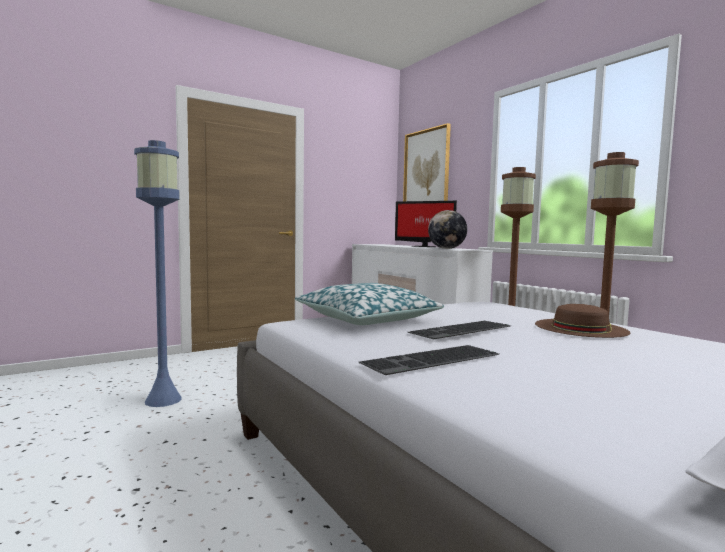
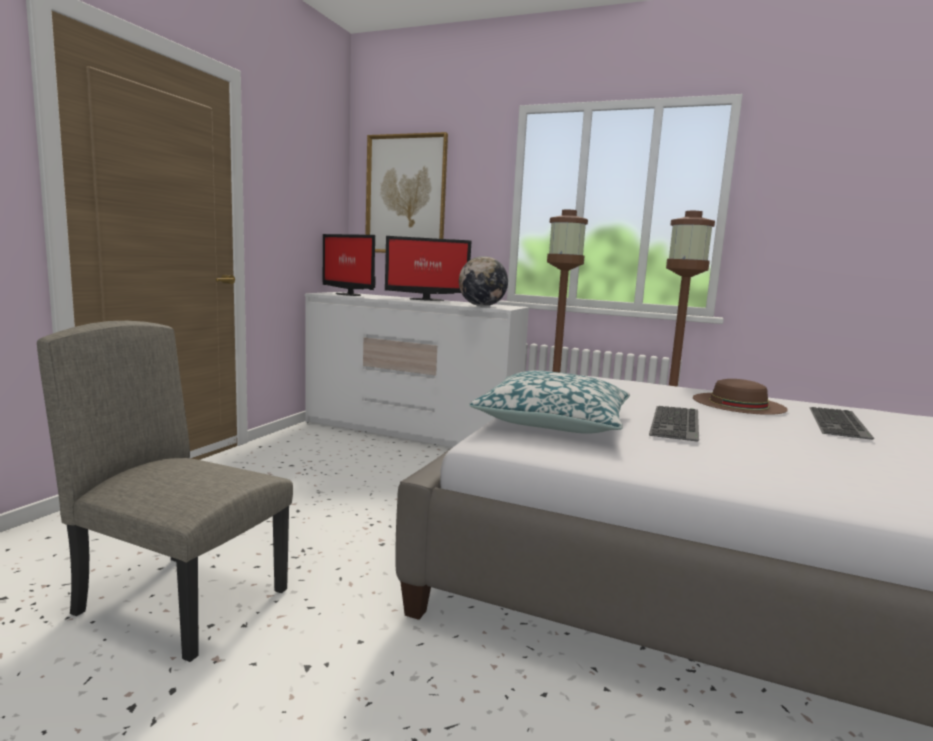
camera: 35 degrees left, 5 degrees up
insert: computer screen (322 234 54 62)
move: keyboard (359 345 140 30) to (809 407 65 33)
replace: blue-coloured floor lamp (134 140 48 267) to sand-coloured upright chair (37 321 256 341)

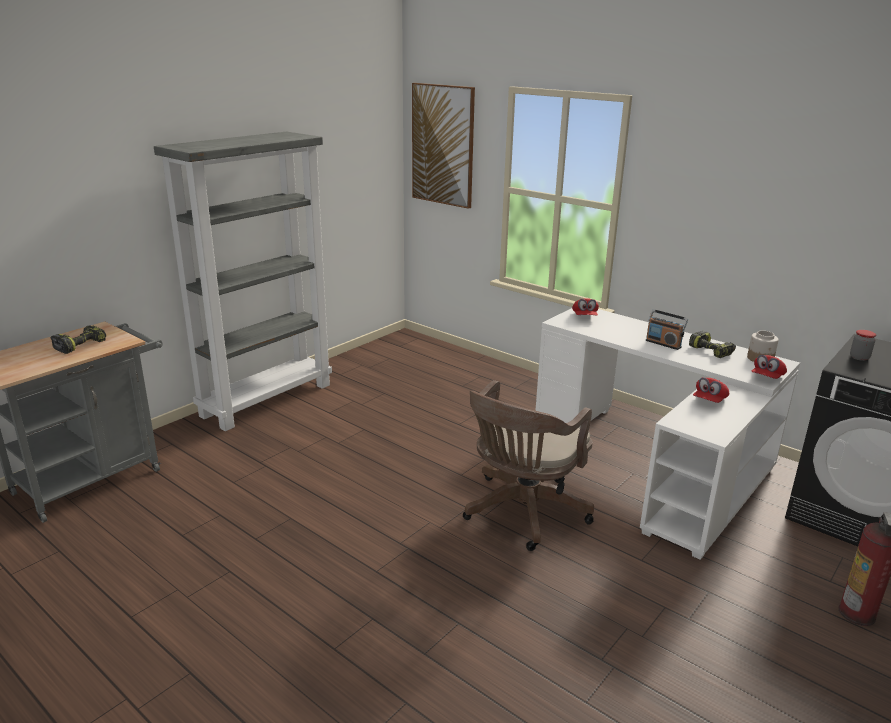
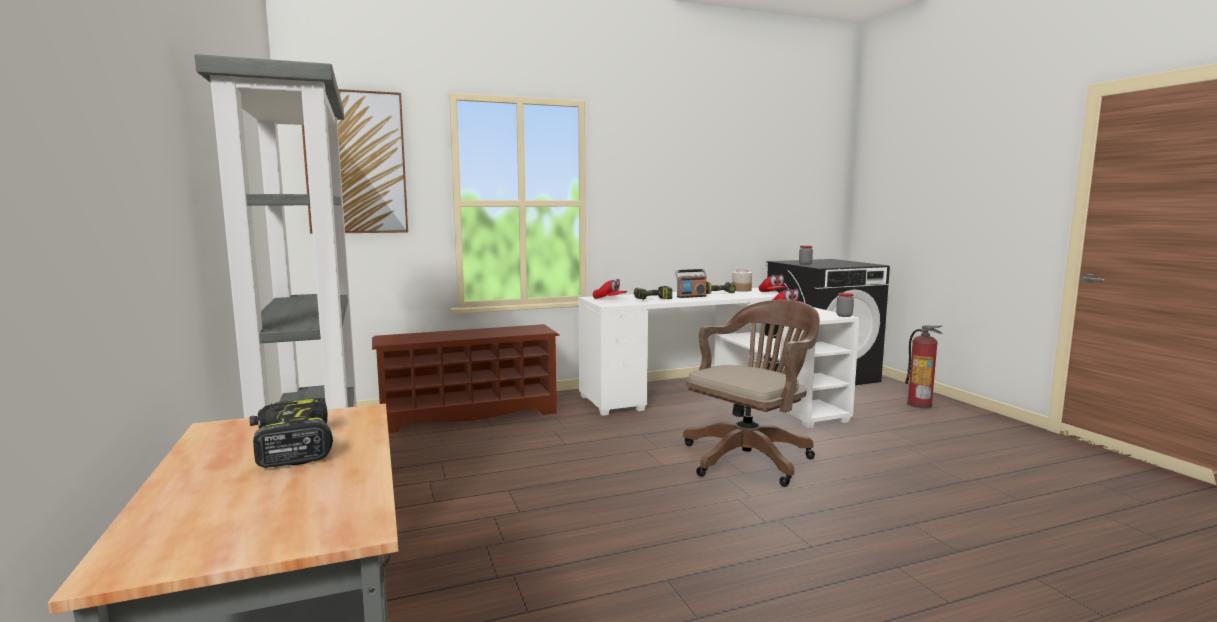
camera: 60 degrees left, 15 degrees down
insert: drill (634 286 39 14); jar (836 293 18 24); brownish shoe shelf (372 324 188 109)
rotate: brownish office chair (463 380 131 171) = (683 300 137 187) 105 degrees counterclockwise

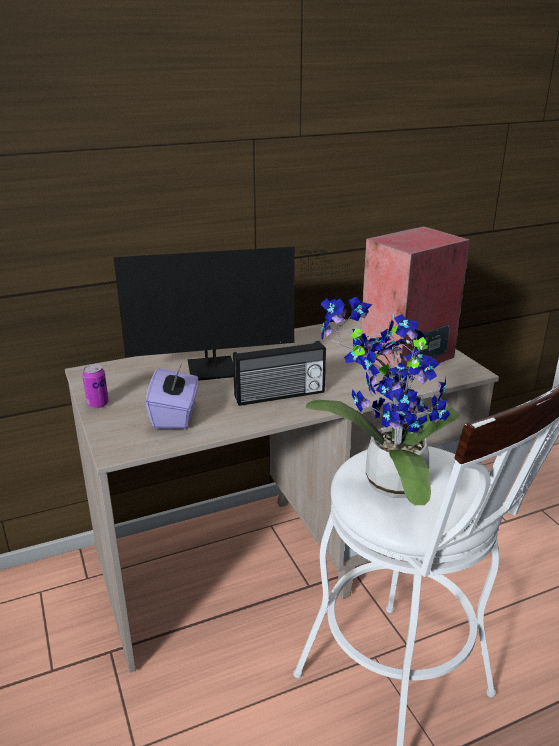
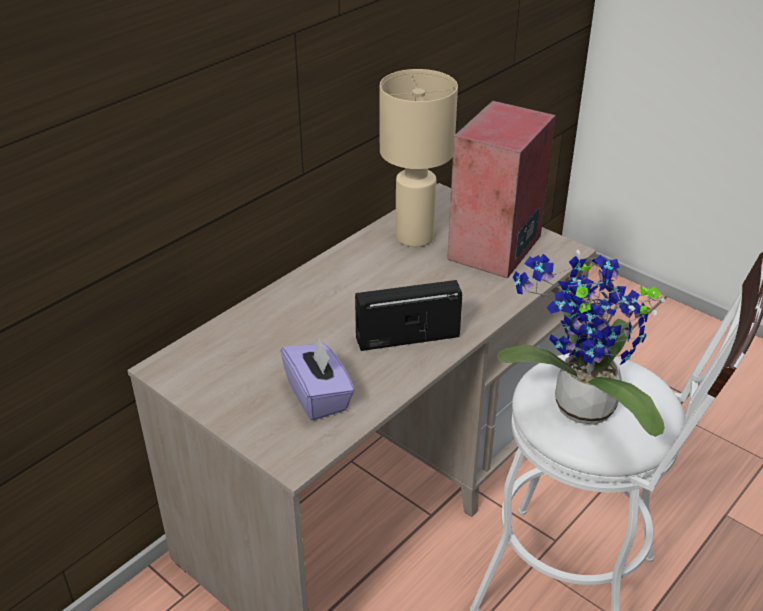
camera: 25 degrees left, 10 degrees up
delete: computer screen (114 247 232 134); sealed can (82 364 27 44)
insert: sand-coloured table lamp (380 69 78 178)
rotate: radio set (233 341 93 65) = (355 280 107 71) 150 degrees counterclockwise

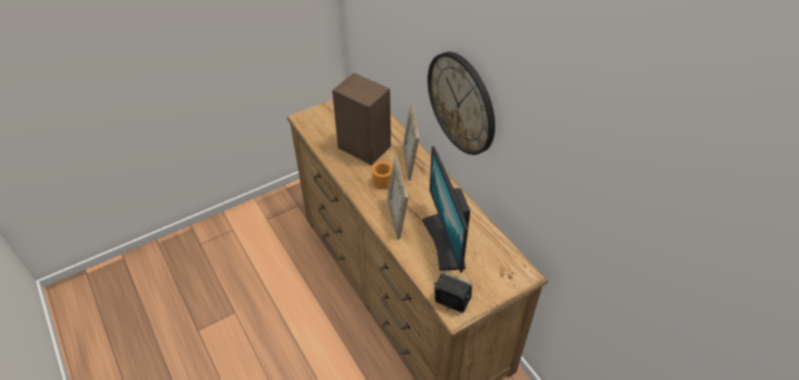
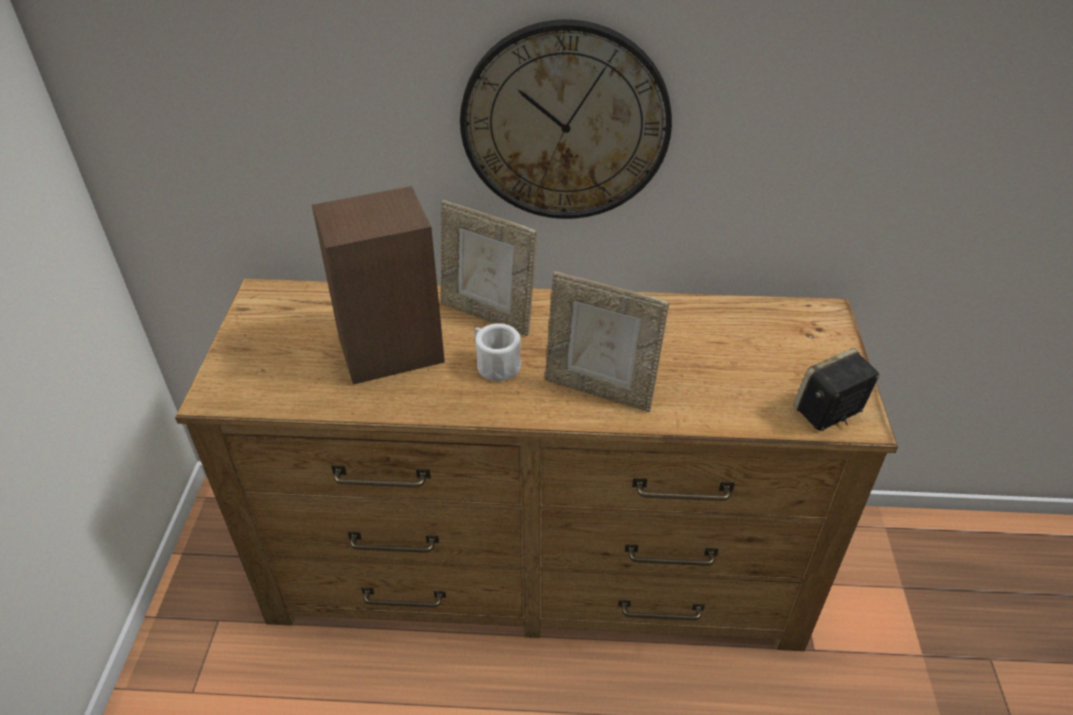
camera: 55 degrees left, 5 degrees down
delete: computer screen (422 146 48 127)
recolor: orange coffee mug (372 160 20 29) to whitish coffee mug (475 323 46 58)

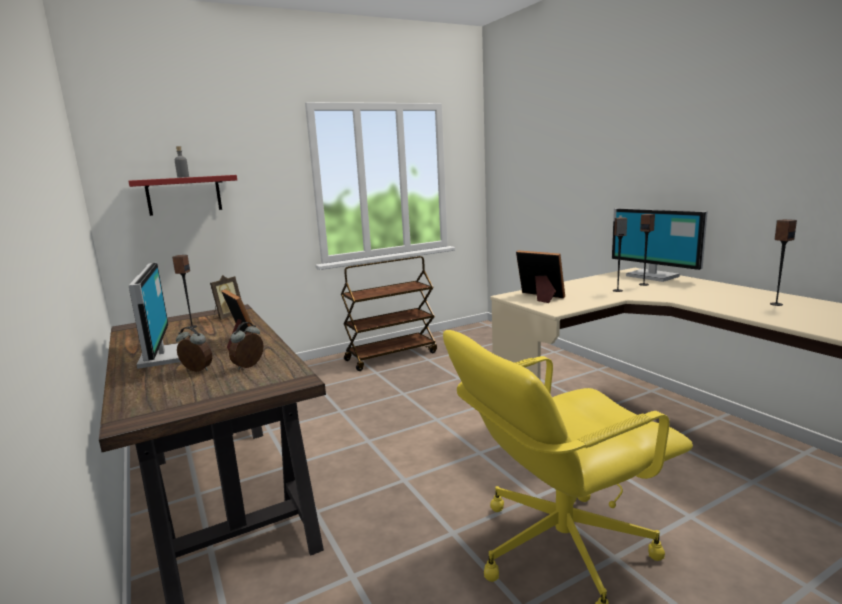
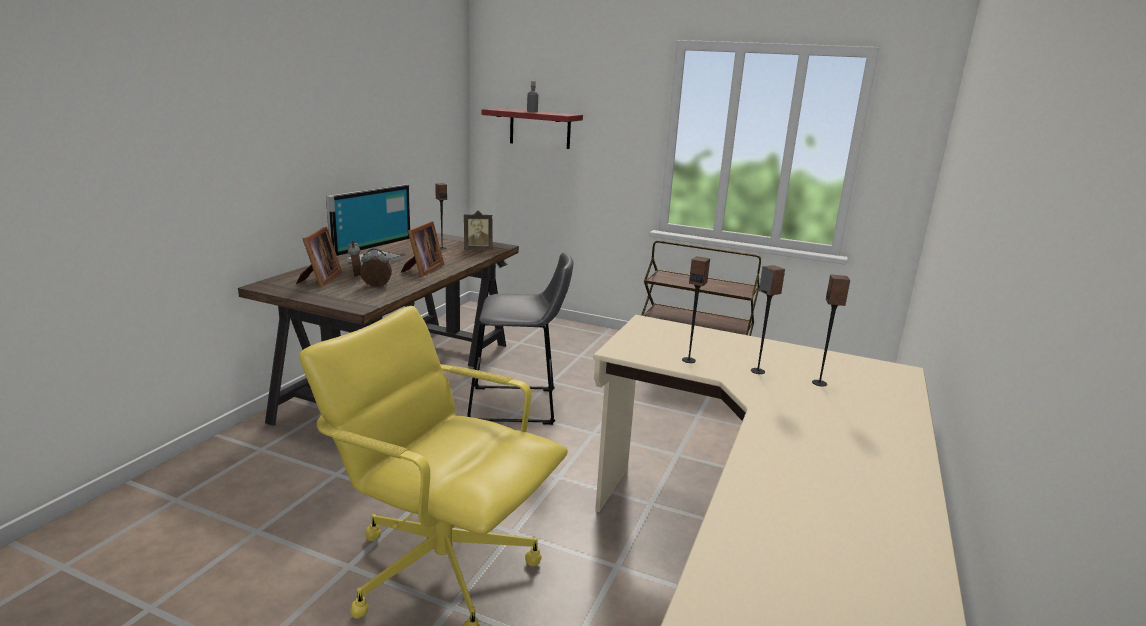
camera: 50 degrees right, 5 degrees up
delete: computer screen (612 208 96 74)
insert: greyish stool (467 252 107 173)
move: audio speaker (770 219 27 87) to (682 256 28 107); picture frame (516 250 49 53) to (296 227 46 60)

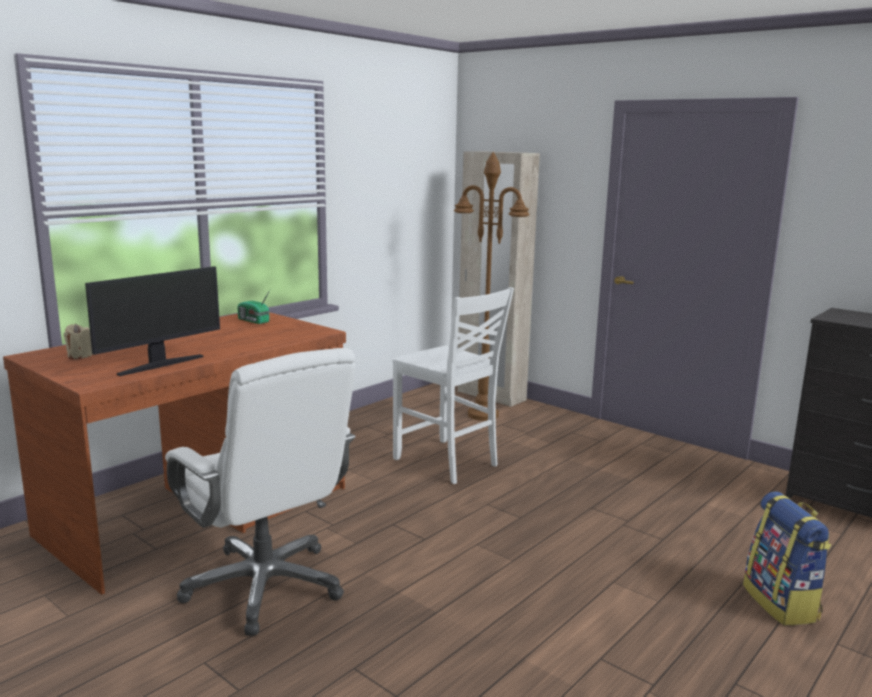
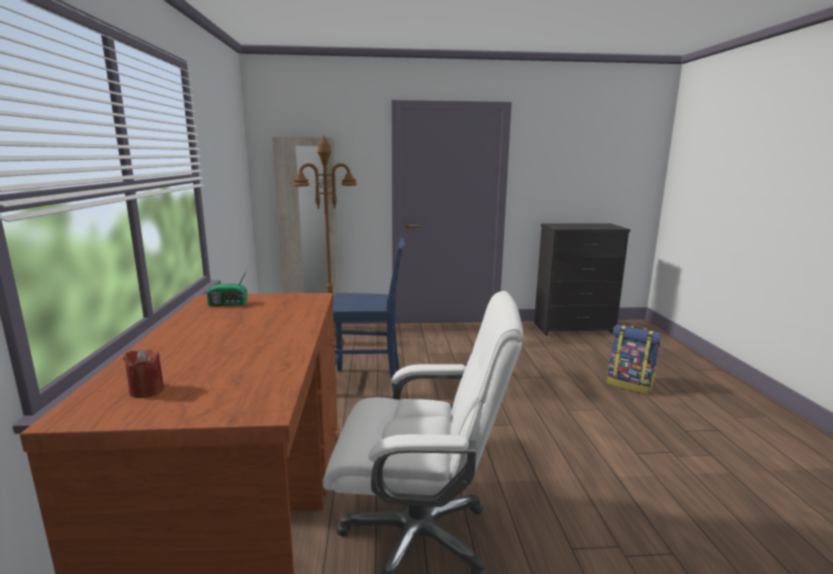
camera: 45 degrees left, 0 degrees up
delete: computer screen (85 266 135 110)
recolor: whitish upright chair (392 287 122 197) to blue-coloured upright chair (333 236 72 157); sand-coloured candle (64 324 29 35) to red-coloured candle (123 349 41 49)

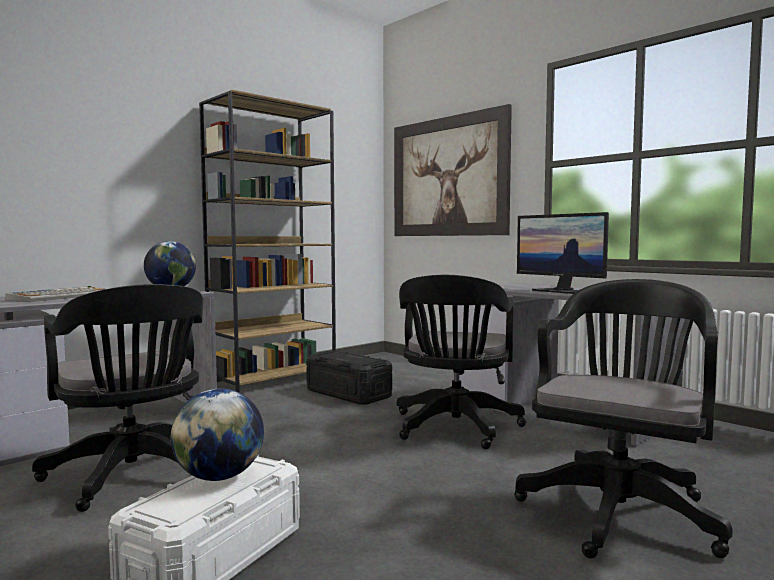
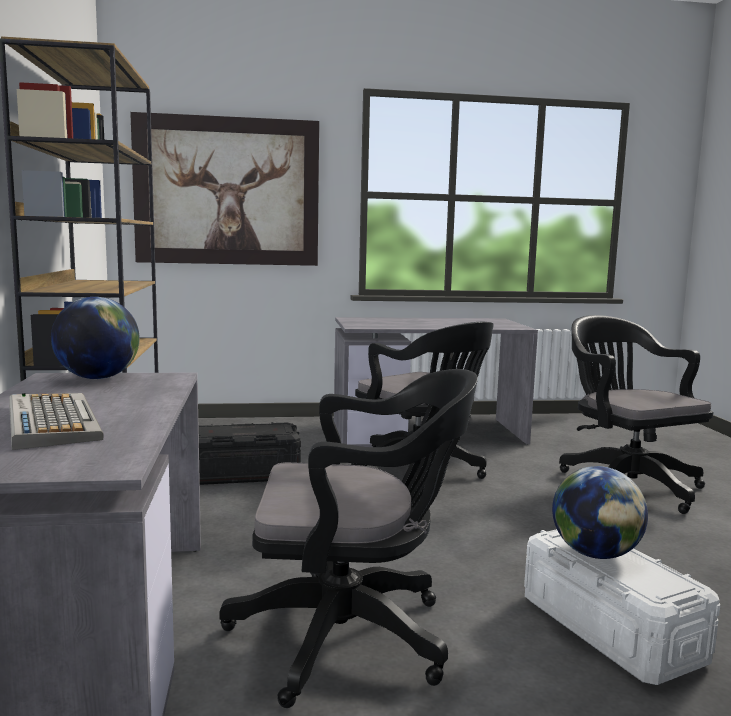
camera: 55 degrees left, 5 degrees up
delete: computer screen (517 212 92 82)

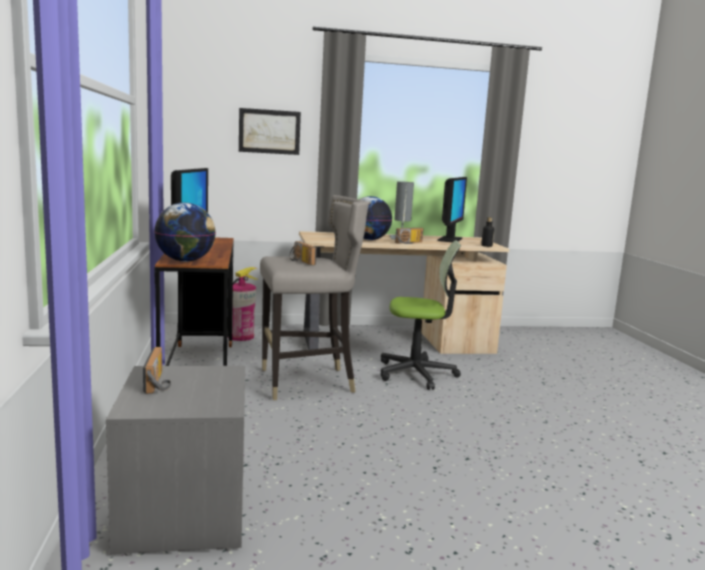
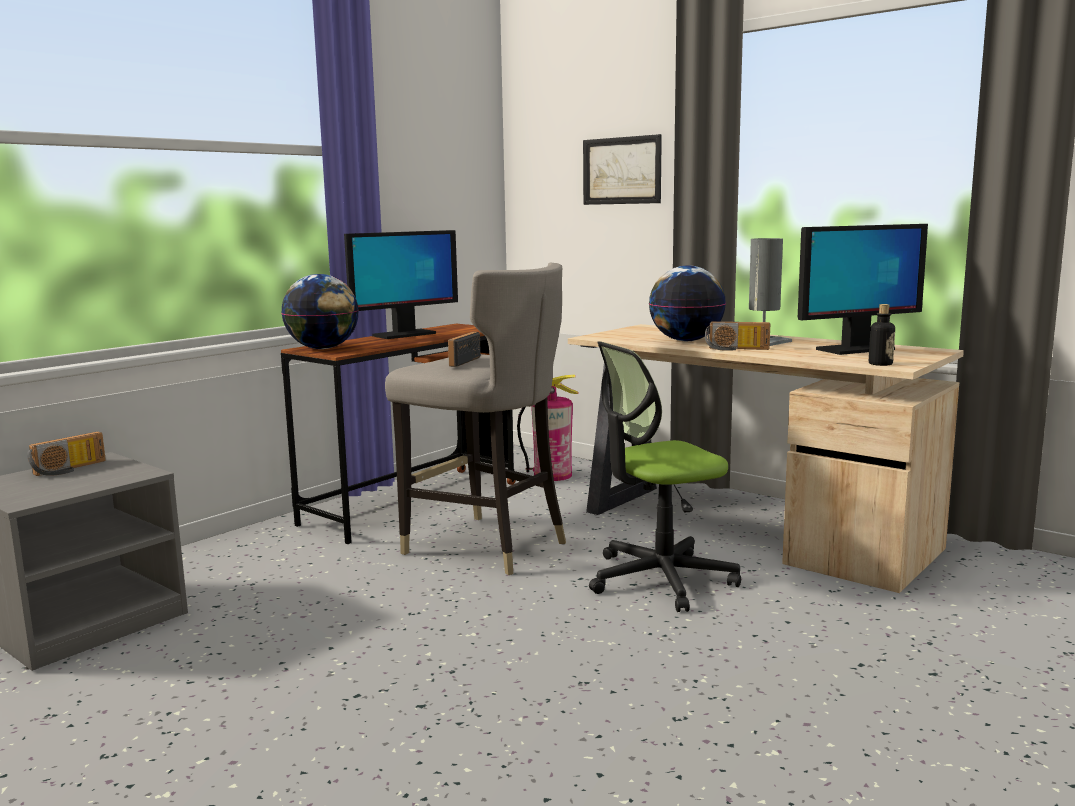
camera: 50 degrees right, 0 degrees up
rotate: office chair (381 240 80 150) = (589 341 152 271) 105 degrees clockwise

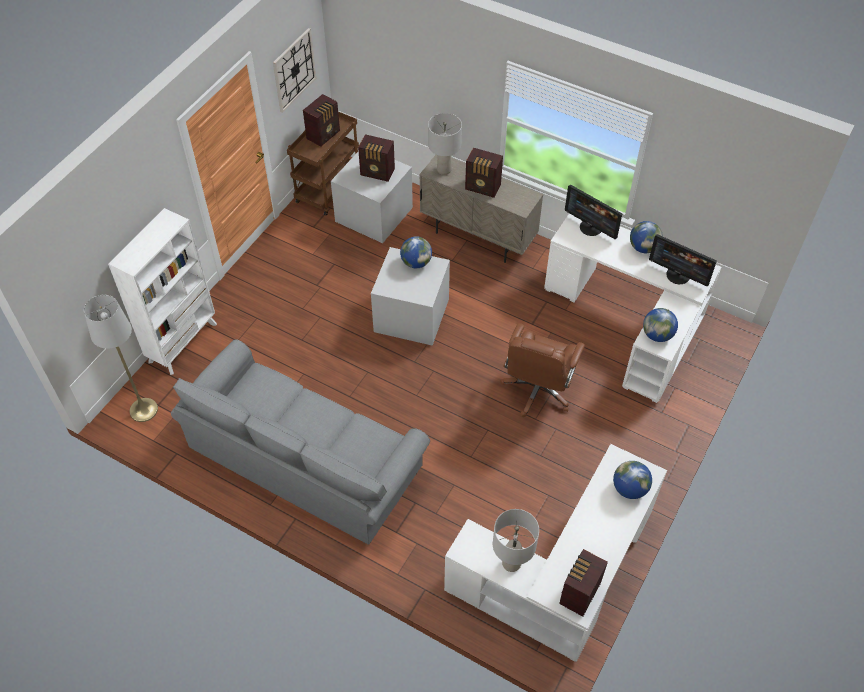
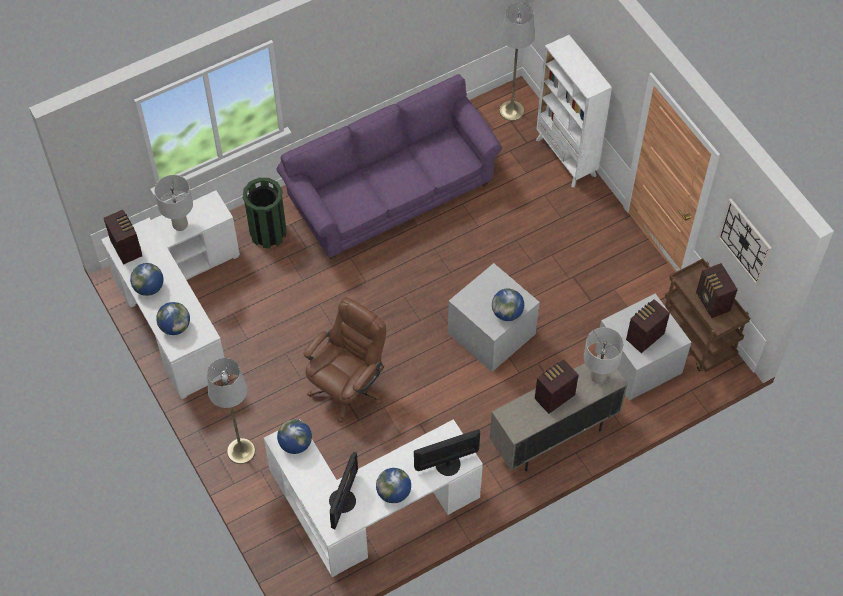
camera: 120 degrees right, 5 degrees up
insert: green rubbish bin (243 178 44 70); globe (130 263 33 33); greyish floor lamp (207 358 48 106)
recolor: greyish sofa (171 339 259 206) to purplish sofa (276 74 226 185)
rotate: computer screen (649 234 68 52) = (329 452 29 78) 135 degrees clockwise; brownish office chair (500 323 85 94) = (303 297 83 126) 75 degrees clockwise

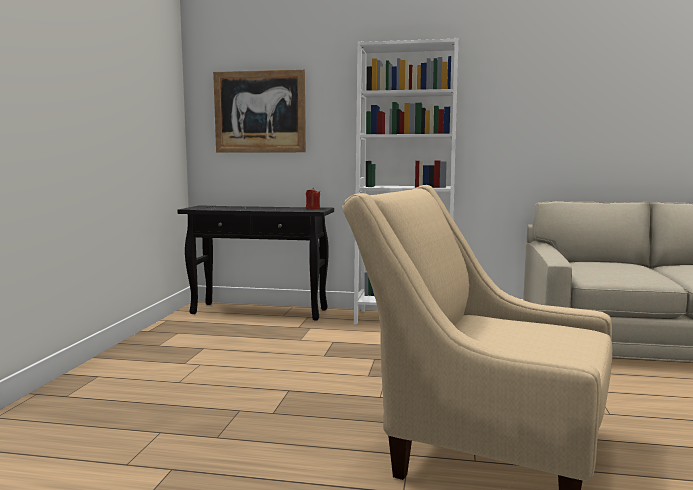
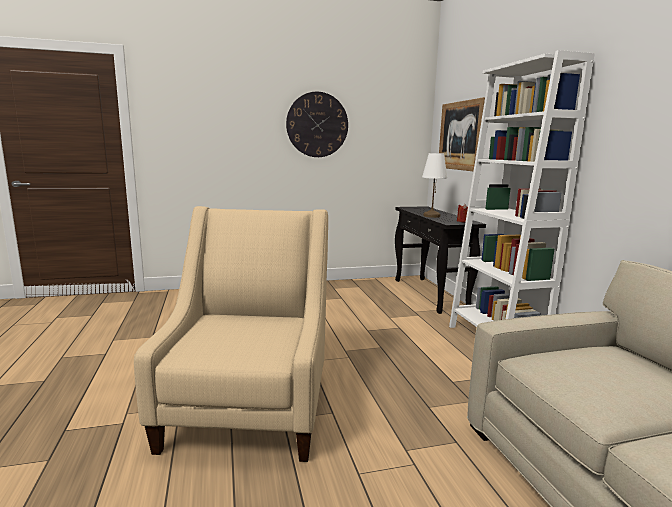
camera: 65 degrees right, 5 degrees up
insert: clock on the wall (286 92 62 65); whitish table lamp (422 153 25 65)

